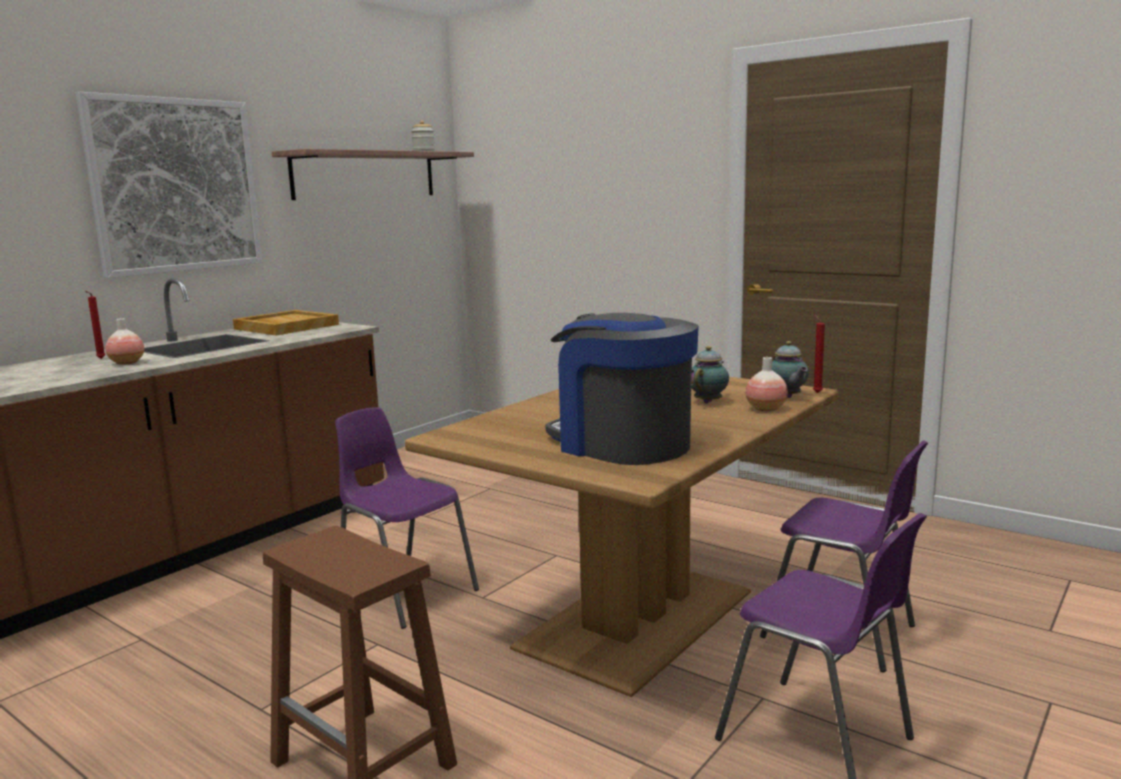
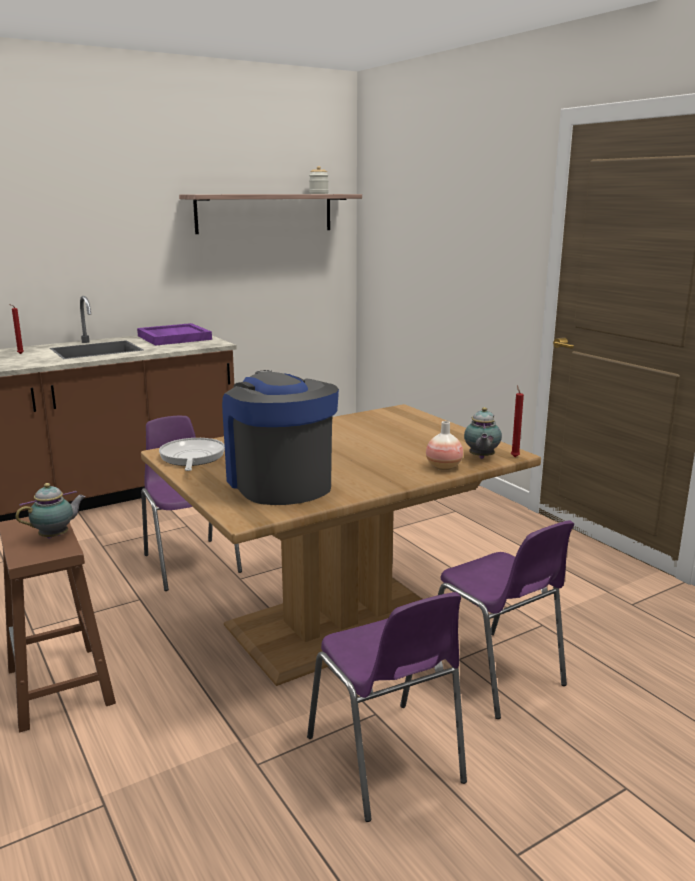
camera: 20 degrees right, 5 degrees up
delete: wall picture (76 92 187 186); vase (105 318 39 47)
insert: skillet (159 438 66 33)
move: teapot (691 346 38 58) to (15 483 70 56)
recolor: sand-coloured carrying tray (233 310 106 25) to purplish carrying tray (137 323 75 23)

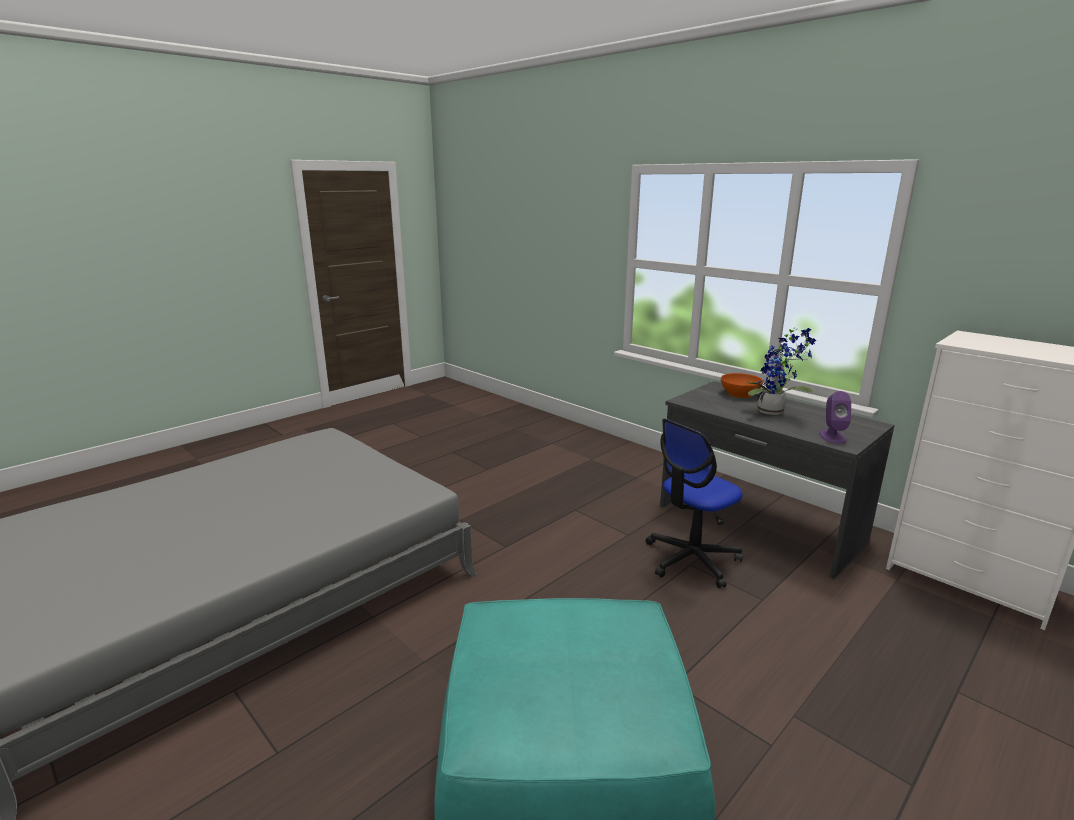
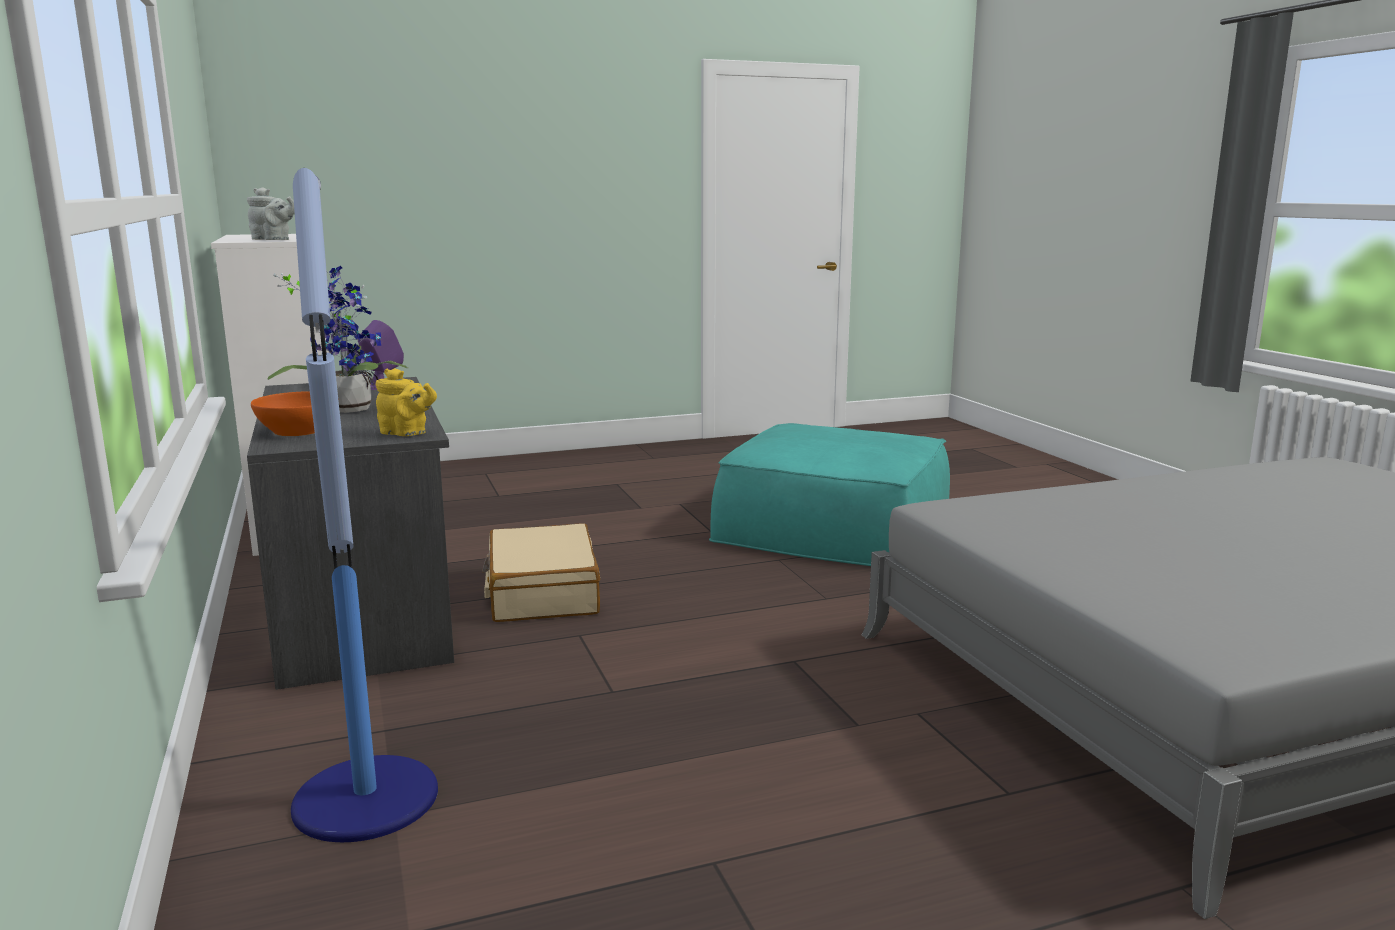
camera: 155 degrees left, 5 degrees down
insert: floor lamp (291 168 147 674); greyish teapot (247 187 48 53); yellowish teapot (376 368 61 68)
replace: office chair (645 419 98 169) to sand-coloured piece of luggage (482 523 118 99)

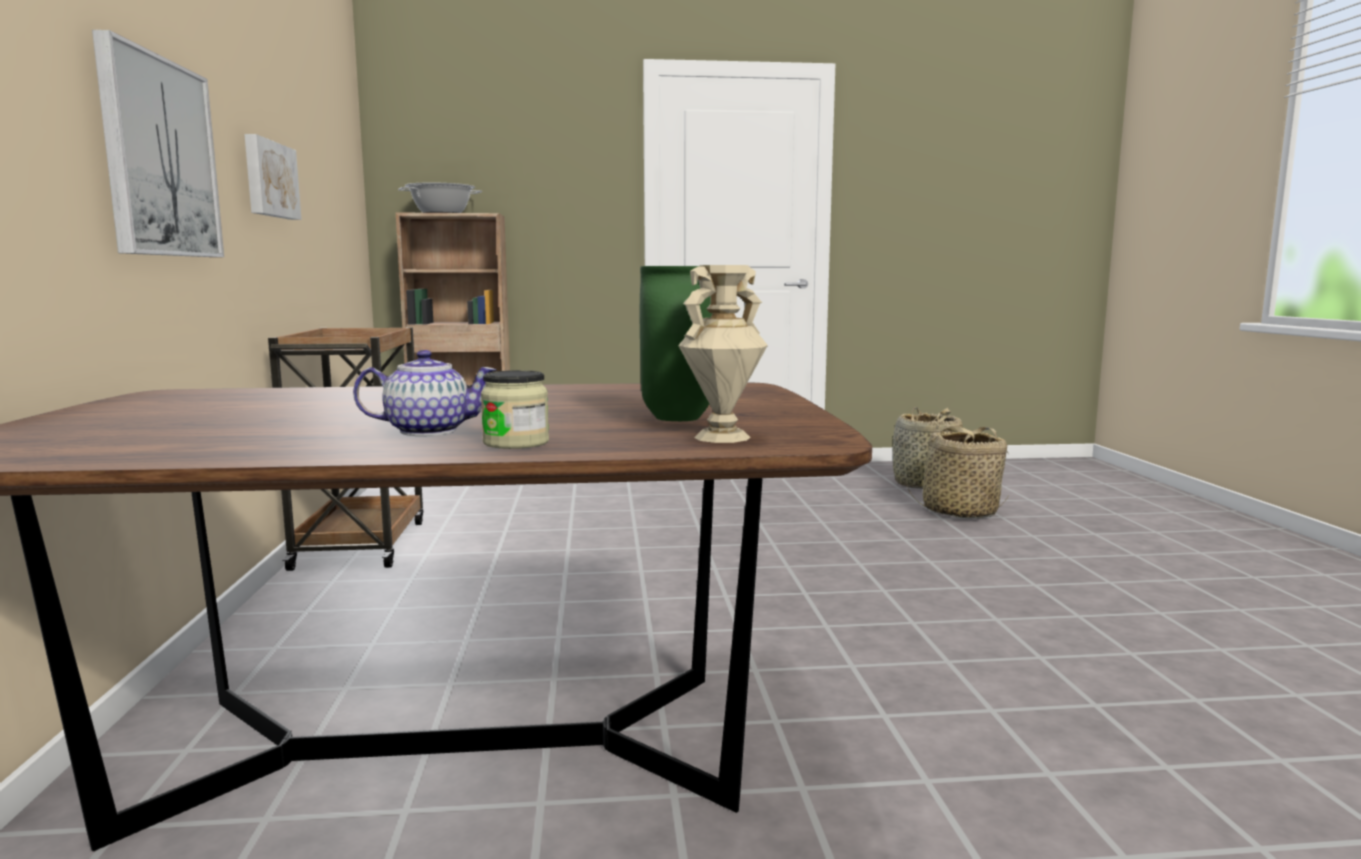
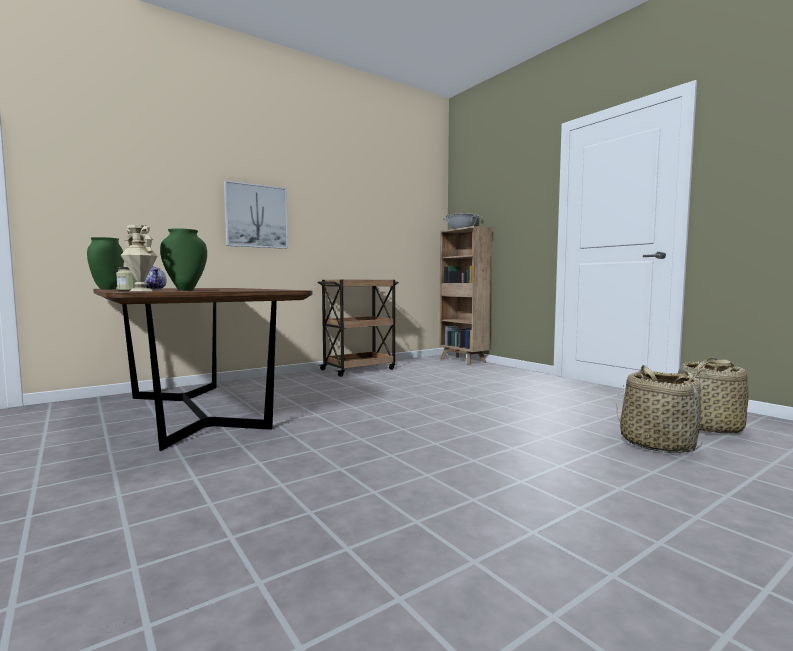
camera: 60 degrees right, 5 degrees down
delete: wall picture (244 134 57 86)
insert: green vase (87 237 37 52)

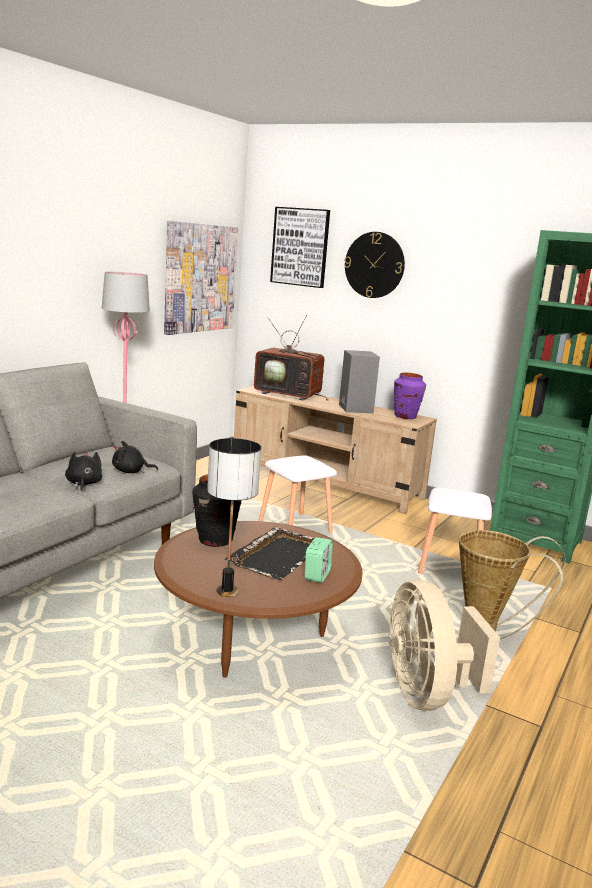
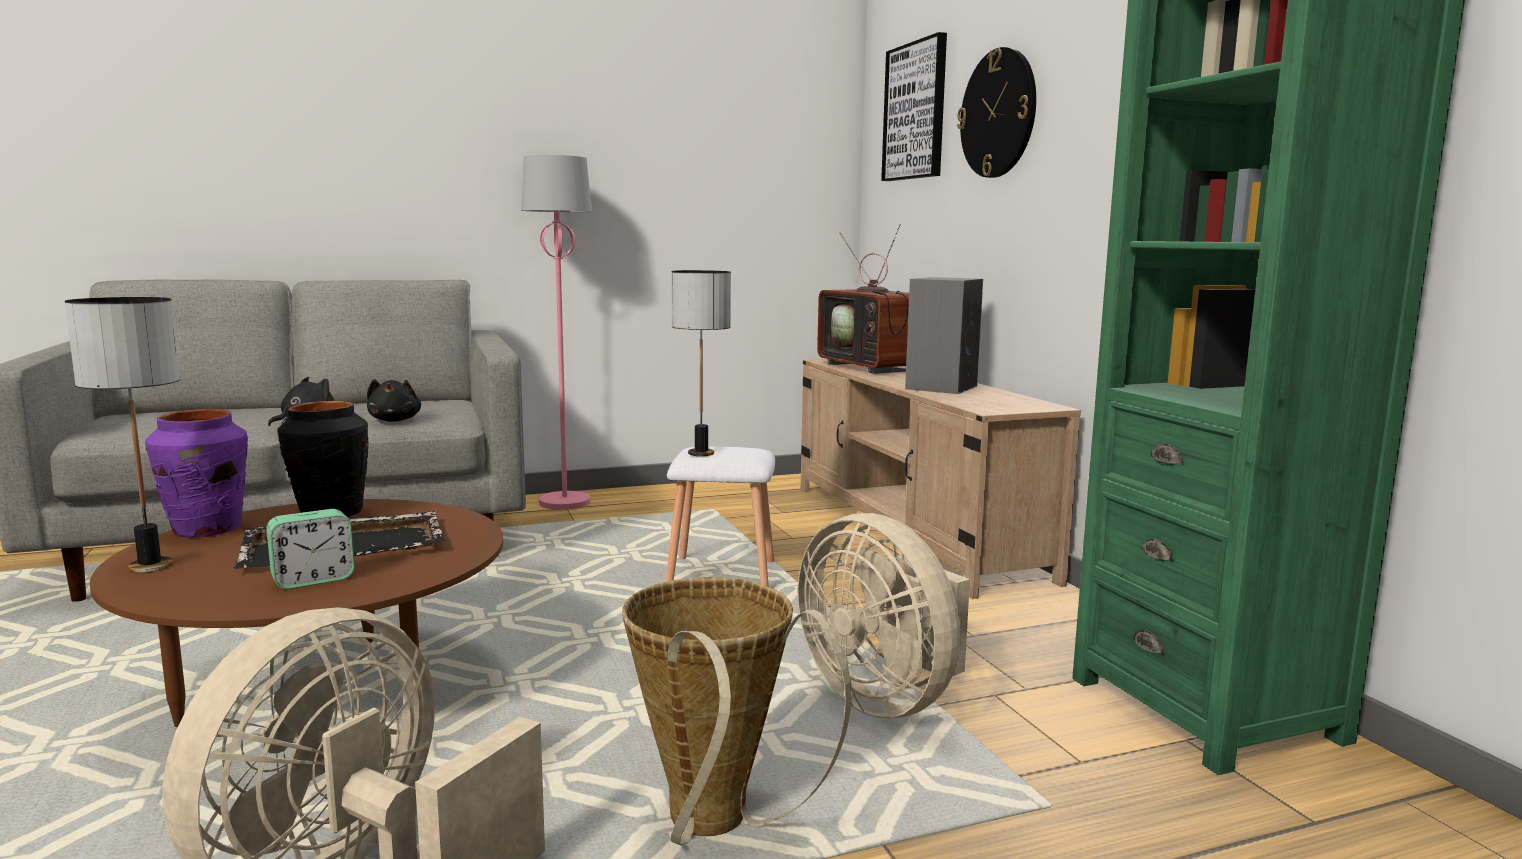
camera: 40 degrees right, 5 degrees down
delete: wall picture (164 221 74 114)
insert: table lamp (671 270 60 186)
move: purplish vase (394 372 32 47) to (145 409 103 129)
replace: whitish stool (418 488 74 86) to sand-coloured fan (797 513 173 205)
rotate: black cuddly toy (112 441 46 32) = (367 379 54 43) 135 degrees counterclockwise

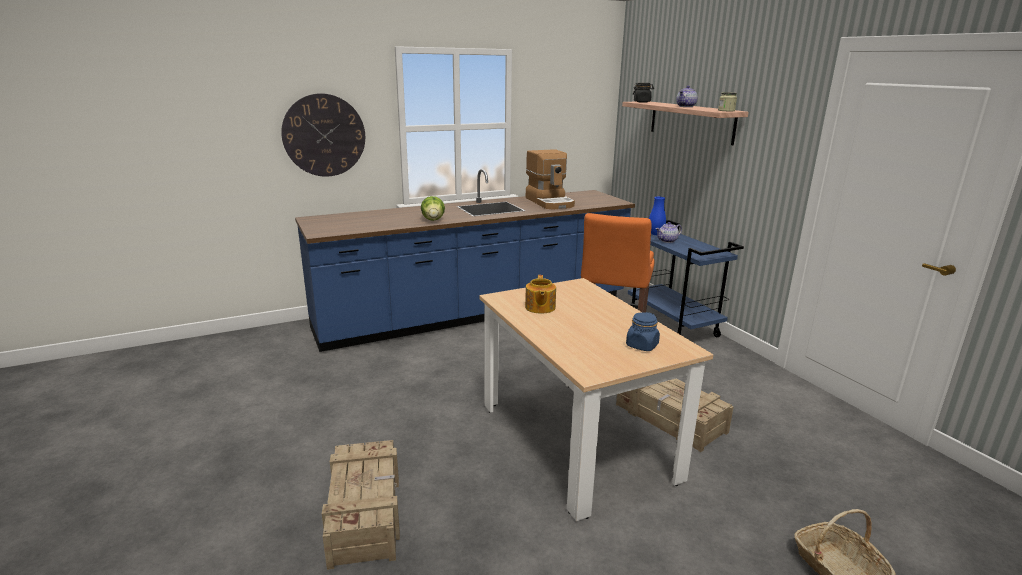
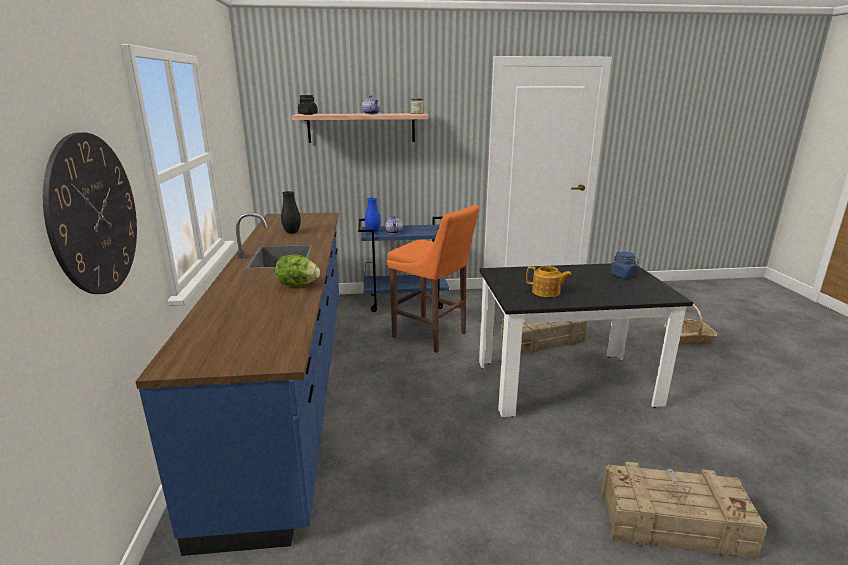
camera: 70 degrees left, 0 degrees up
replace: coffee maker (526 149 49 61) to black vase (281 191 20 43)
recolor: sand-coloured dining table (479 278 234 243) to black dining table (479 263 214 155)

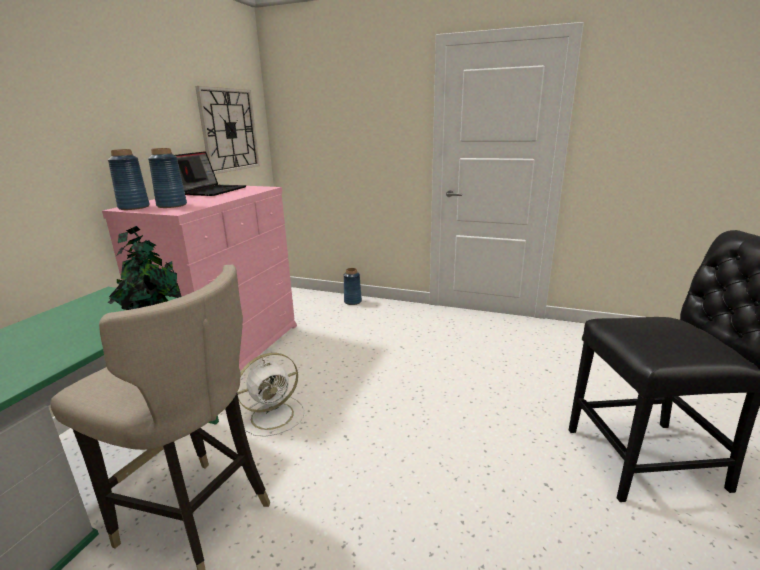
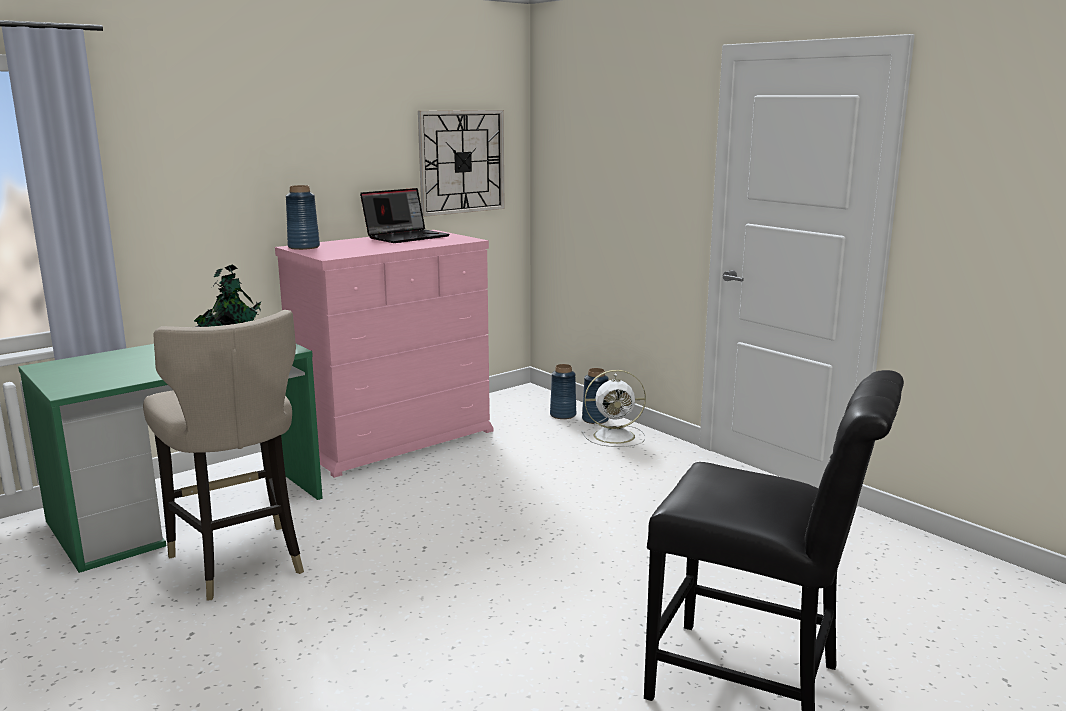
camera: 30 degrees right, 5 degrees down
move: blue-coloured vase (148 148 39 60) to (550 364 26 55); whitish fan (237 353 67 84) to (581 370 65 77)

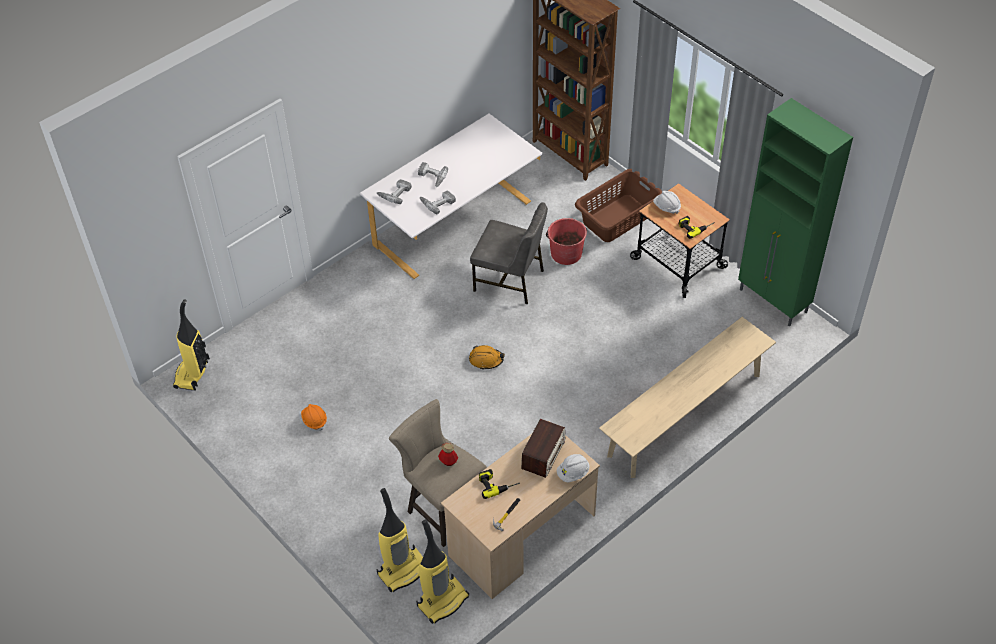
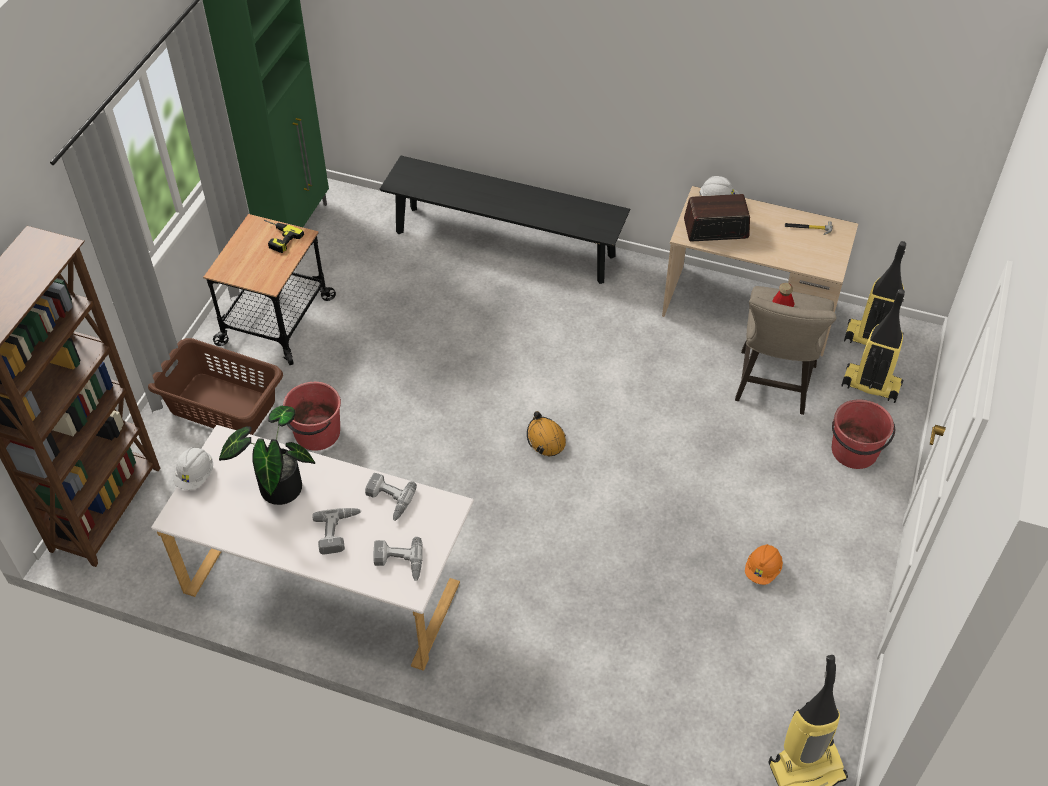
camera: 120 degrees left, 0 degrees up
delete: greyish upright chair (470 202 78 102); drill (479 469 41 30)
insert: red-coloured water bucket (832 400 63 69); potted plant (219 406 96 99)
move: whitish work helmet (653 191 28 23) to (173 447 40 43)
recolor: sand-coloured indoor bench (599 317 177 161) to black indoor bench (380 156 250 128)

